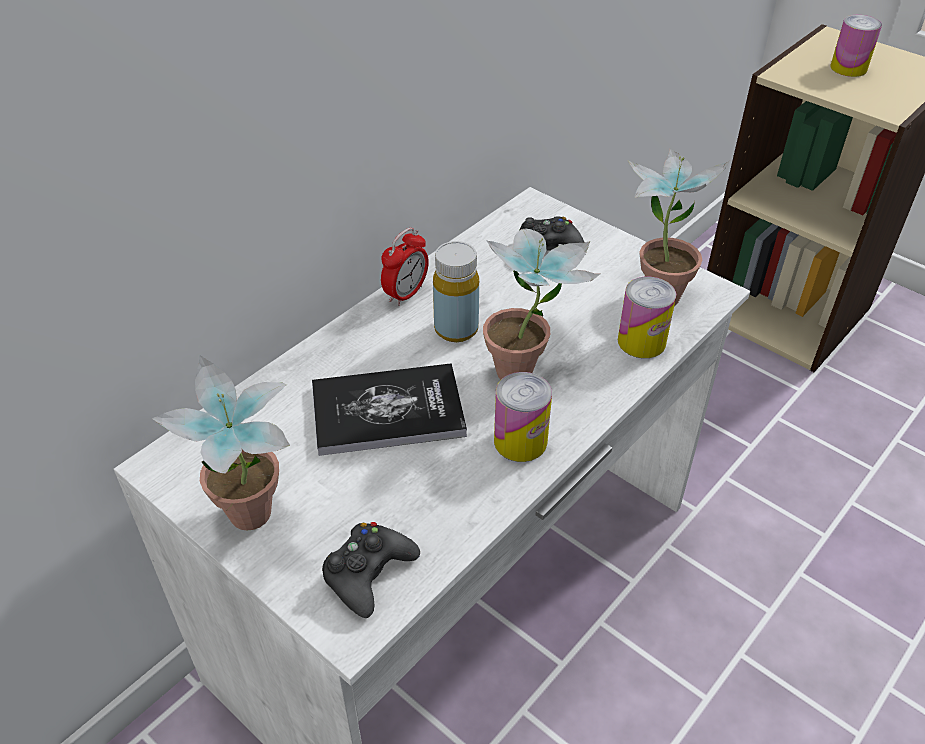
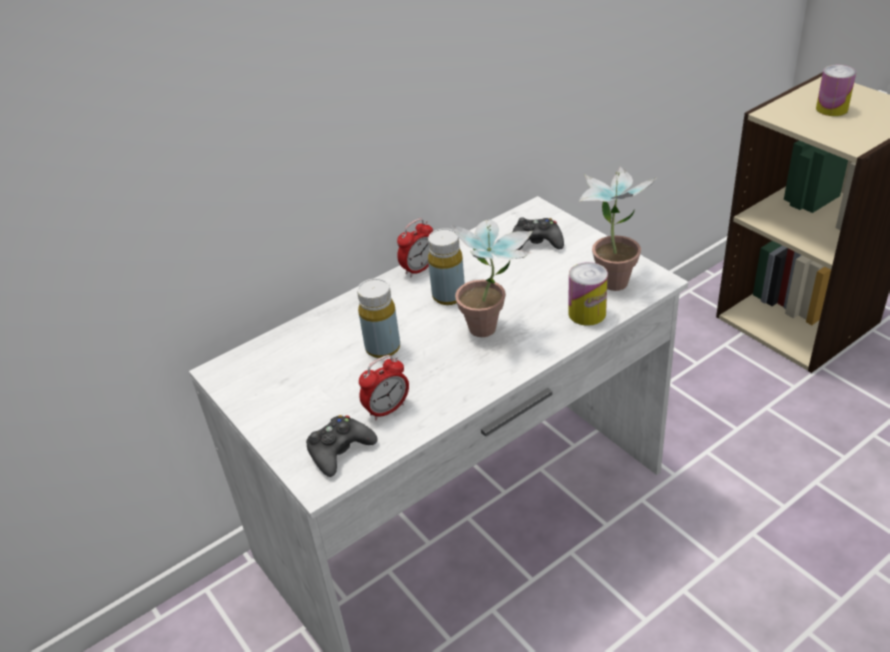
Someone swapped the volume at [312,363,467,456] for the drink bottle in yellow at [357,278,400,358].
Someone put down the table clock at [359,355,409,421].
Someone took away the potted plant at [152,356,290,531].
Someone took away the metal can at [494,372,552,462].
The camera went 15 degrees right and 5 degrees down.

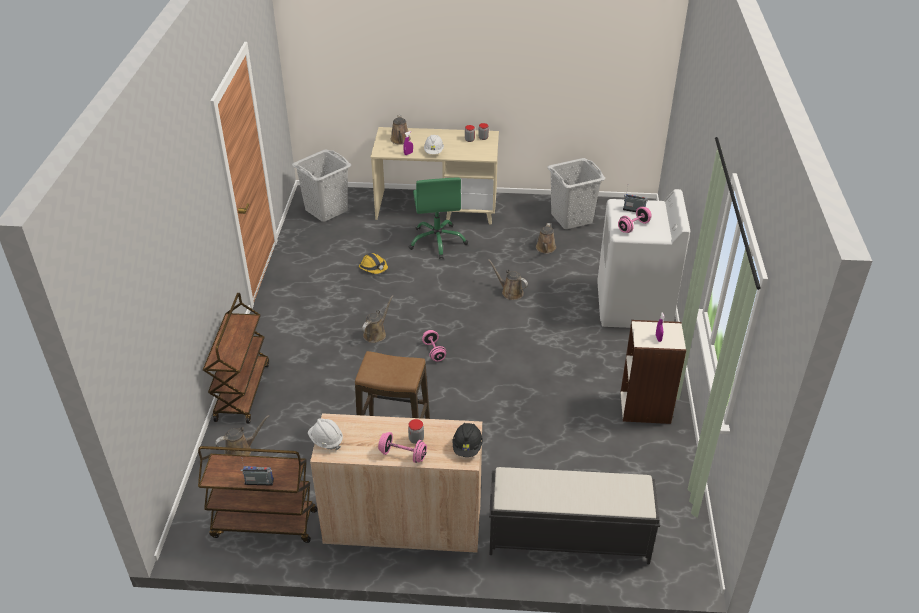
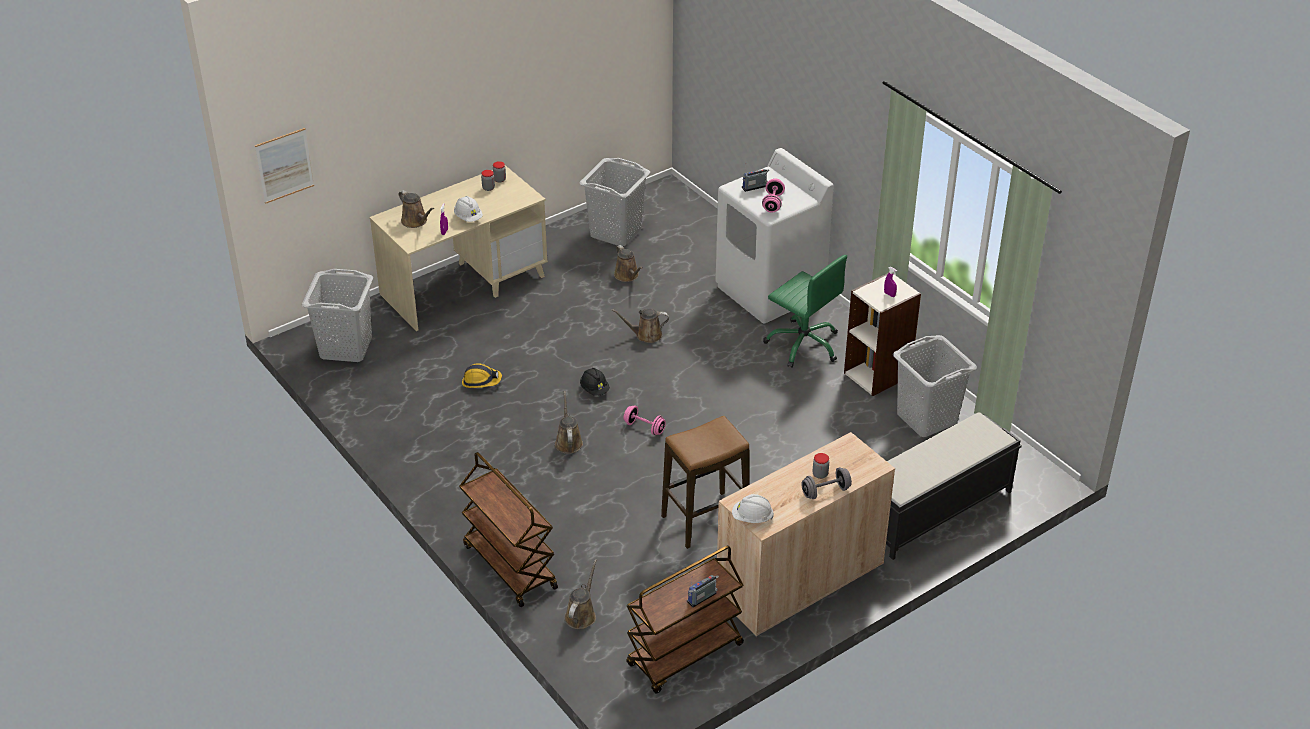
Someone put up the wall art at [255,128,314,204].
Someone carried the work helmet in blackish from [453,423,483,457] to [580,368,610,396].
Someone carried the office chair in greenish from [409,178,468,259] to [763,255,847,368].
Someone repainted the hand weight in pink at [378,432,427,463], which became the hand weight in grey at [801,467,852,499].
Someone put down the washing basket in grey at [893,335,977,437].
The camera went 40 degrees left and 0 degrees up.

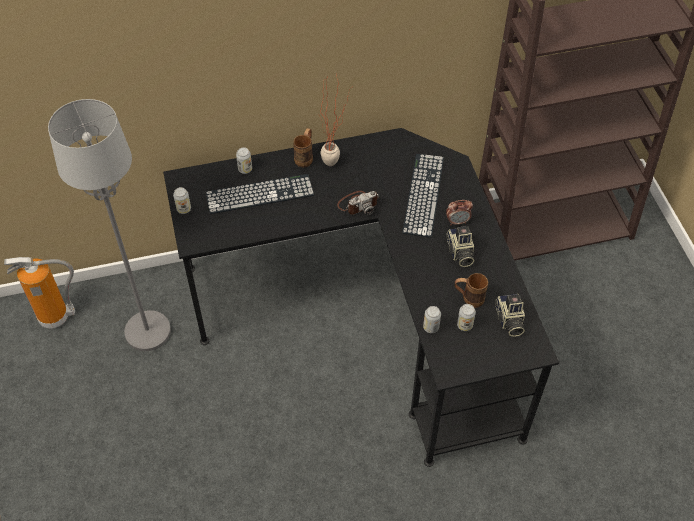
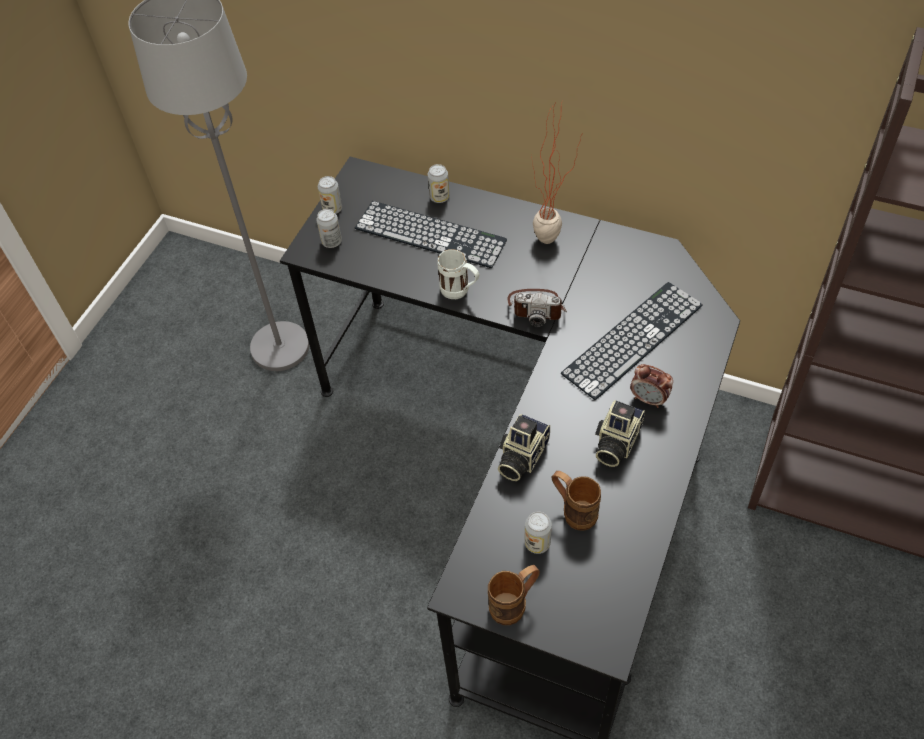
Someone carried the metal can from [423,306,441,333] to [316,209,342,248].
Someone put down the mug in whitish at [437,249,479,299].
Someone carried the mug in brown from [293,128,313,168] to [488,565,540,625].
Someone carried the photo camera from [495,294,525,337] to [498,414,550,481].
Someone took away the extinguisher at [4,257,75,329].
The camera went 40 degrees right and 0 degrees up.

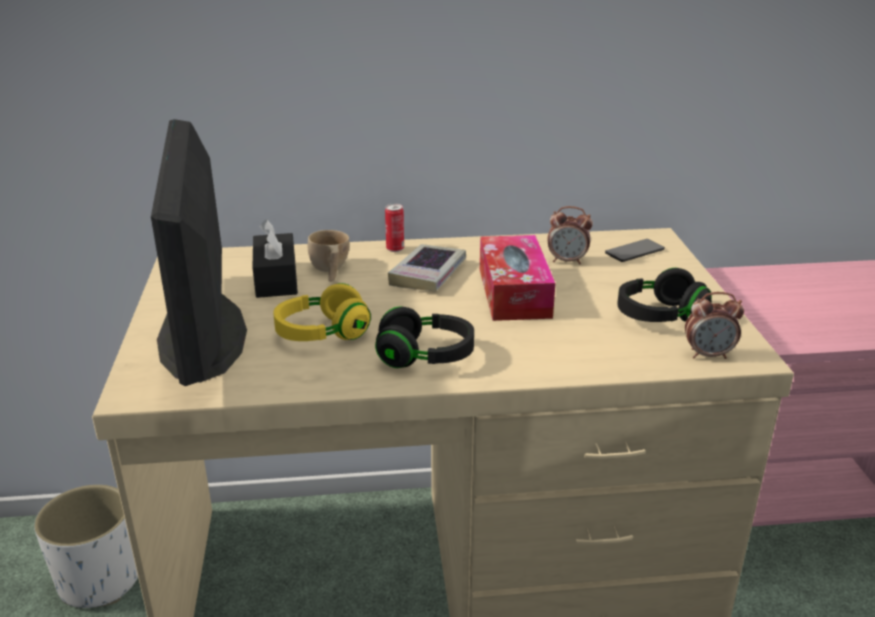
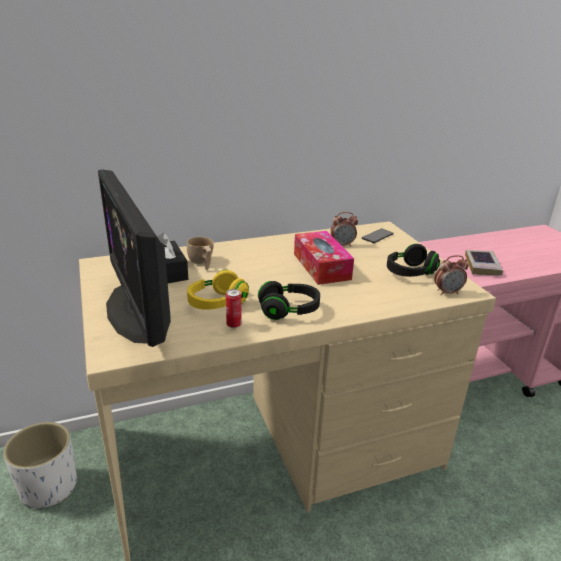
Someone carried the metal can from [385,203,404,252] to [226,289,241,328].
Someone carried the volume from [388,244,466,291] to [465,250,503,275].
The camera went 15 degrees left and 0 degrees up.

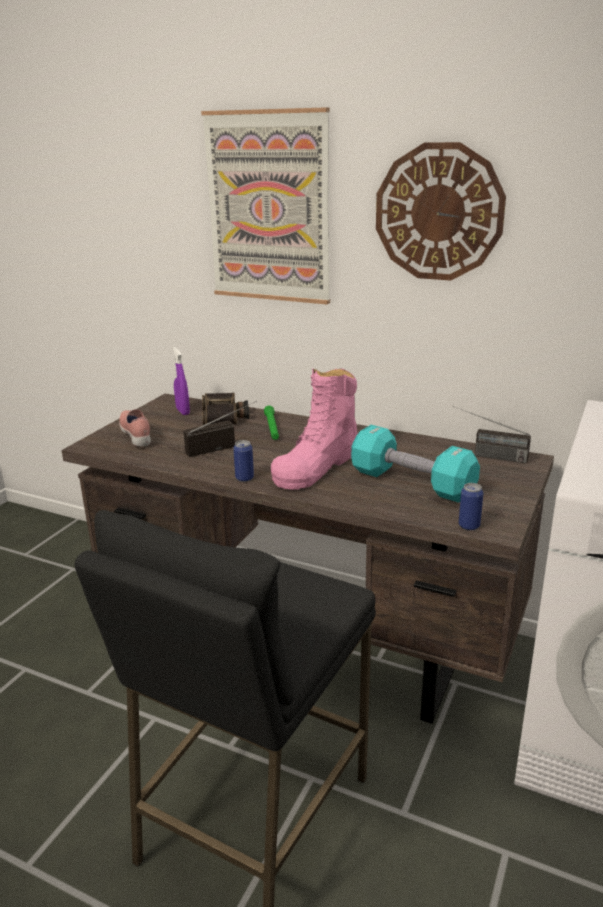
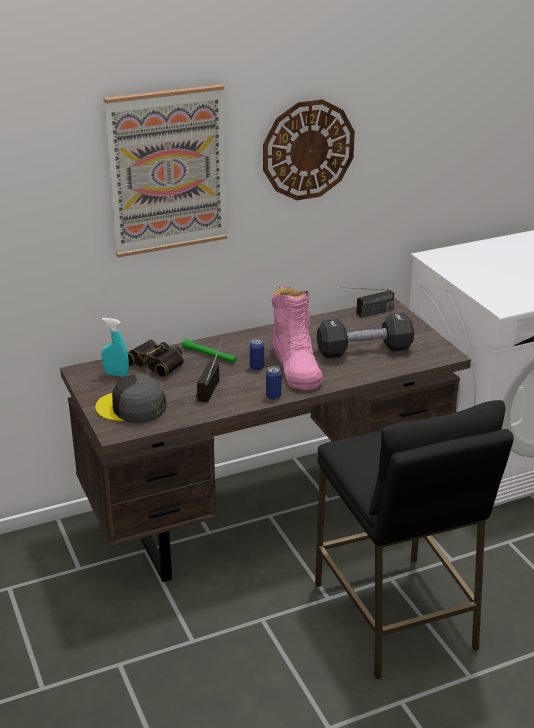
Someone swapped the shoe in pink at [119,409,151,447] for the peaked cap in grey at [95,375,166,423].
Someone repainted the spray bottle in purple-coloured at [173,347,190,415], which became the spray bottle in turquoise at [101,318,129,377].
Someone carried the metal can from [459,483,483,531] to [250,338,264,371].
Someone repainted the hand weight in turquoise at [351,425,480,503], which became the hand weight in blackish at [317,313,414,358].
The camera went 50 degrees left and 5 degrees up.

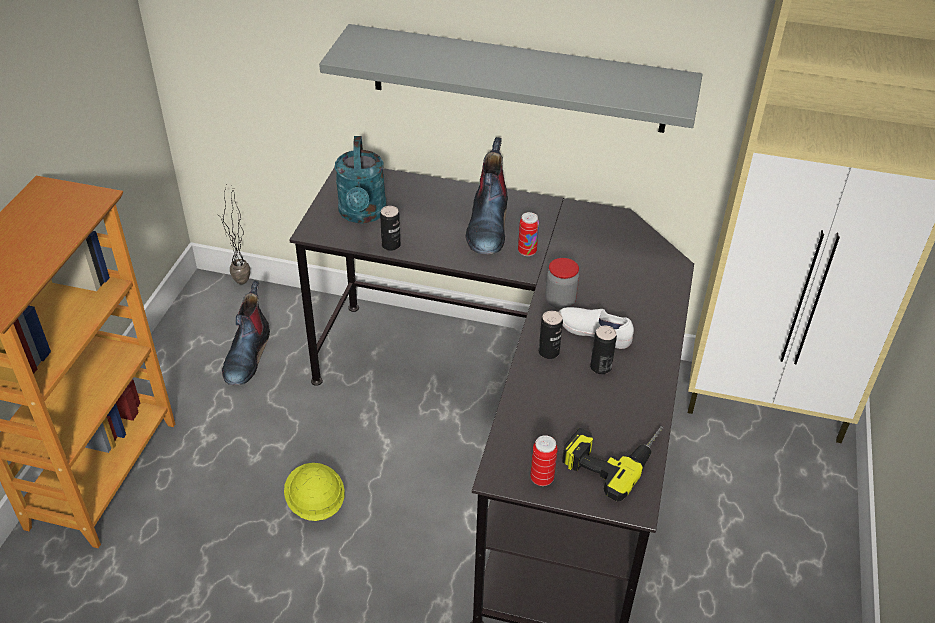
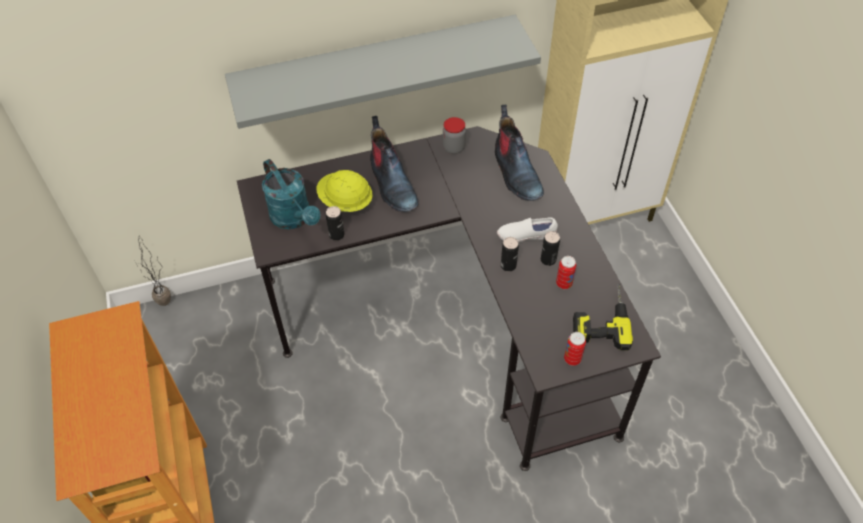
Someone carried the work helmet in yellow from [284,463,345,521] to [316,170,373,212].
Someone carried the jar from [545,258,579,309] to [443,117,466,154].
Someone carried the boot from [222,280,270,386] to [495,104,544,201].
Someone carried the metal can from [518,212,539,256] to [556,256,576,289].
The camera went 30 degrees left and 10 degrees up.

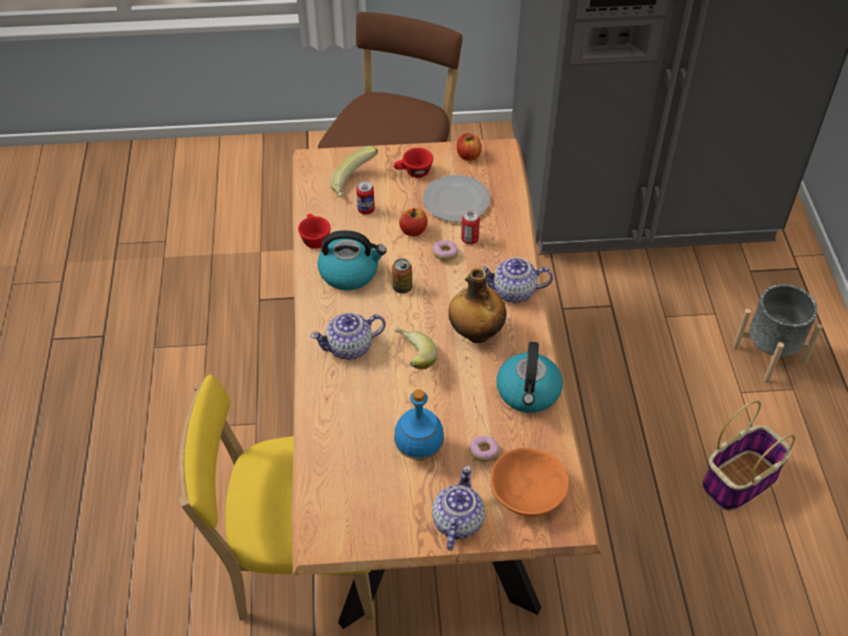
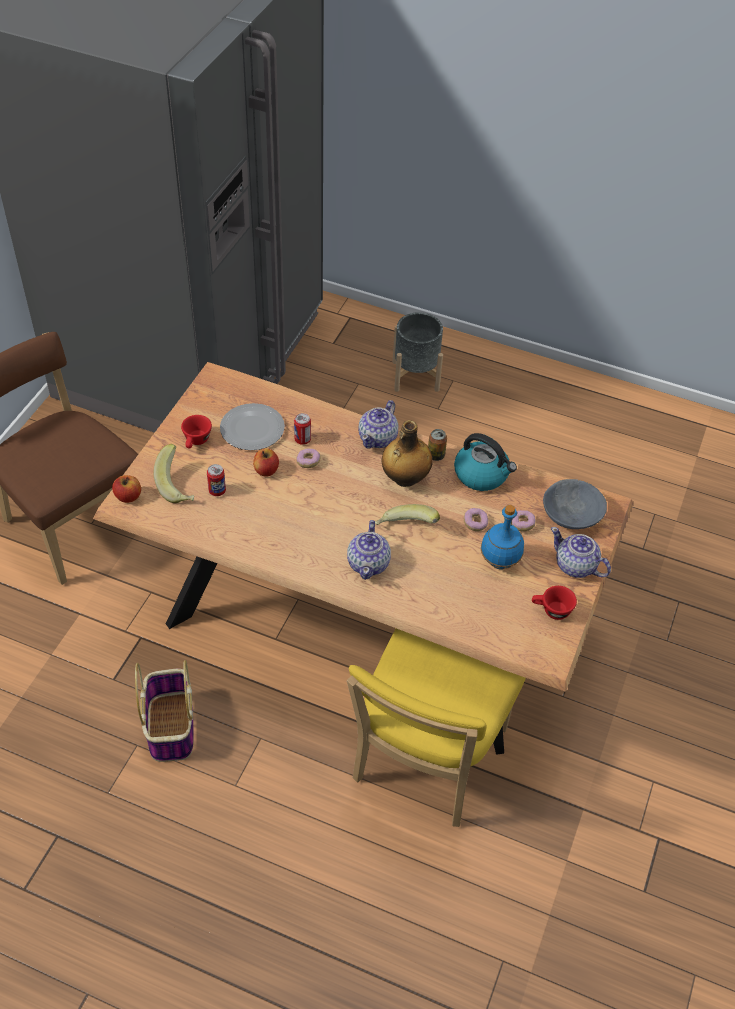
Someone carried the whole apple from [457,133,482,161] to [112,475,141,503].
Someone carried the storage basket from [702,400,795,511] to [135,660,194,762].
Someone carried the metal can from [392,258,412,294] to [428,429,447,461].
Someone put down the donut at [464,508,488,531].
Someone carried the small cup in red from [298,214,331,249] to [532,586,577,620].
Someone repainted the deep dish in orange at [491,447,569,517], which became the deep dish in grey at [543,479,607,529].
Someone took away the kettle at [318,230,387,290].
The camera went 65 degrees left and 0 degrees up.

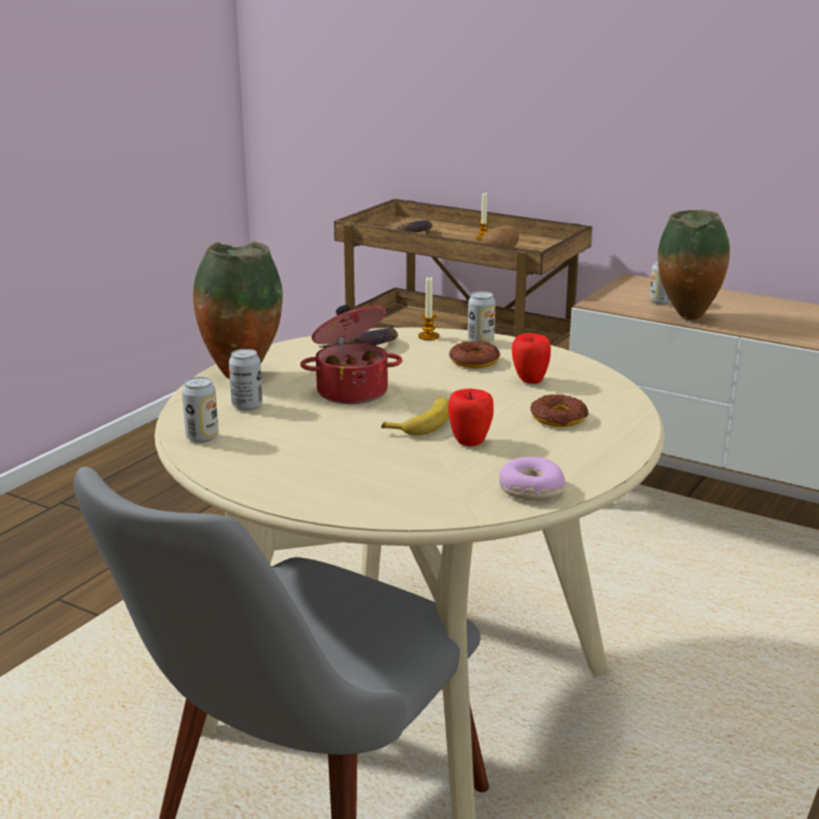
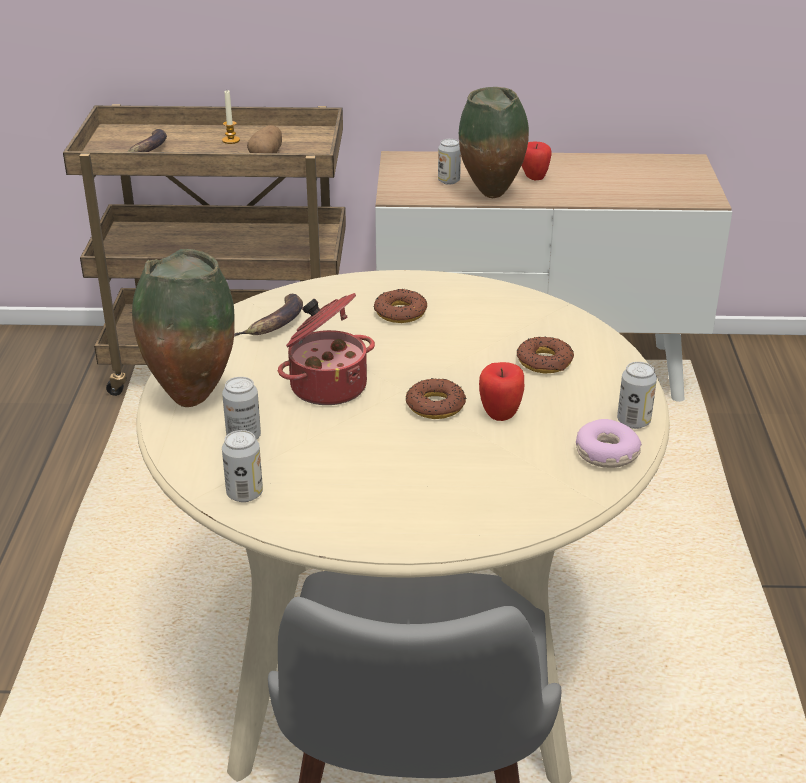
Someone swapped the banana at [381,397,449,435] for the donut at [406,378,467,419].
Someone carried the whole apple from [512,333,551,384] to [521,142,551,181].
Someone carried the metal can from [468,291,495,344] to [617,362,657,429].
Someone took away the wax light at [418,277,439,340].
The camera went 30 degrees left and 10 degrees up.

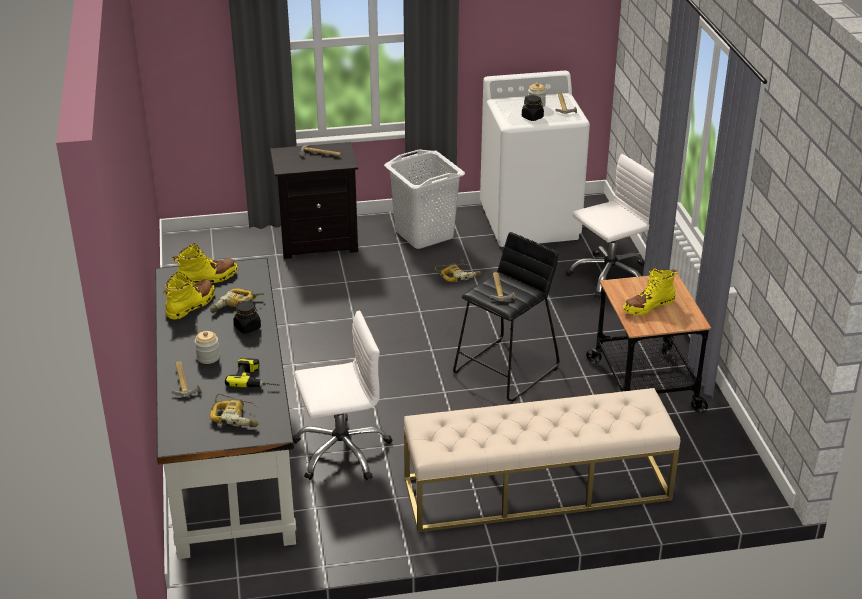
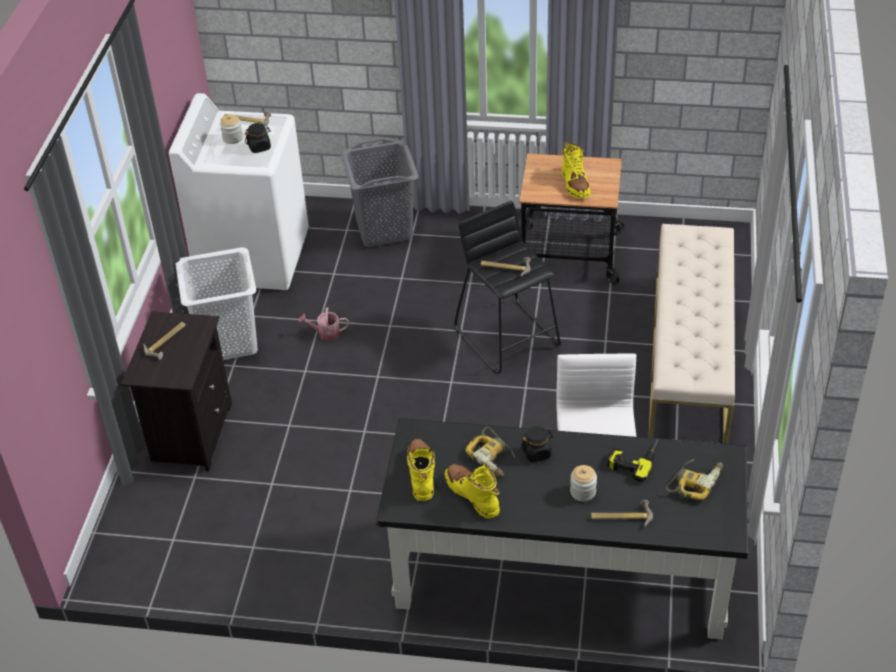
Someone swapped the power drill at [434,263,481,282] for the sprinkling can at [298,307,349,341].
Someone swapped the office chair in whitish at [566,154,654,299] for the washing basket in grey at [340,138,418,247].
The camera went 70 degrees left and 10 degrees up.

